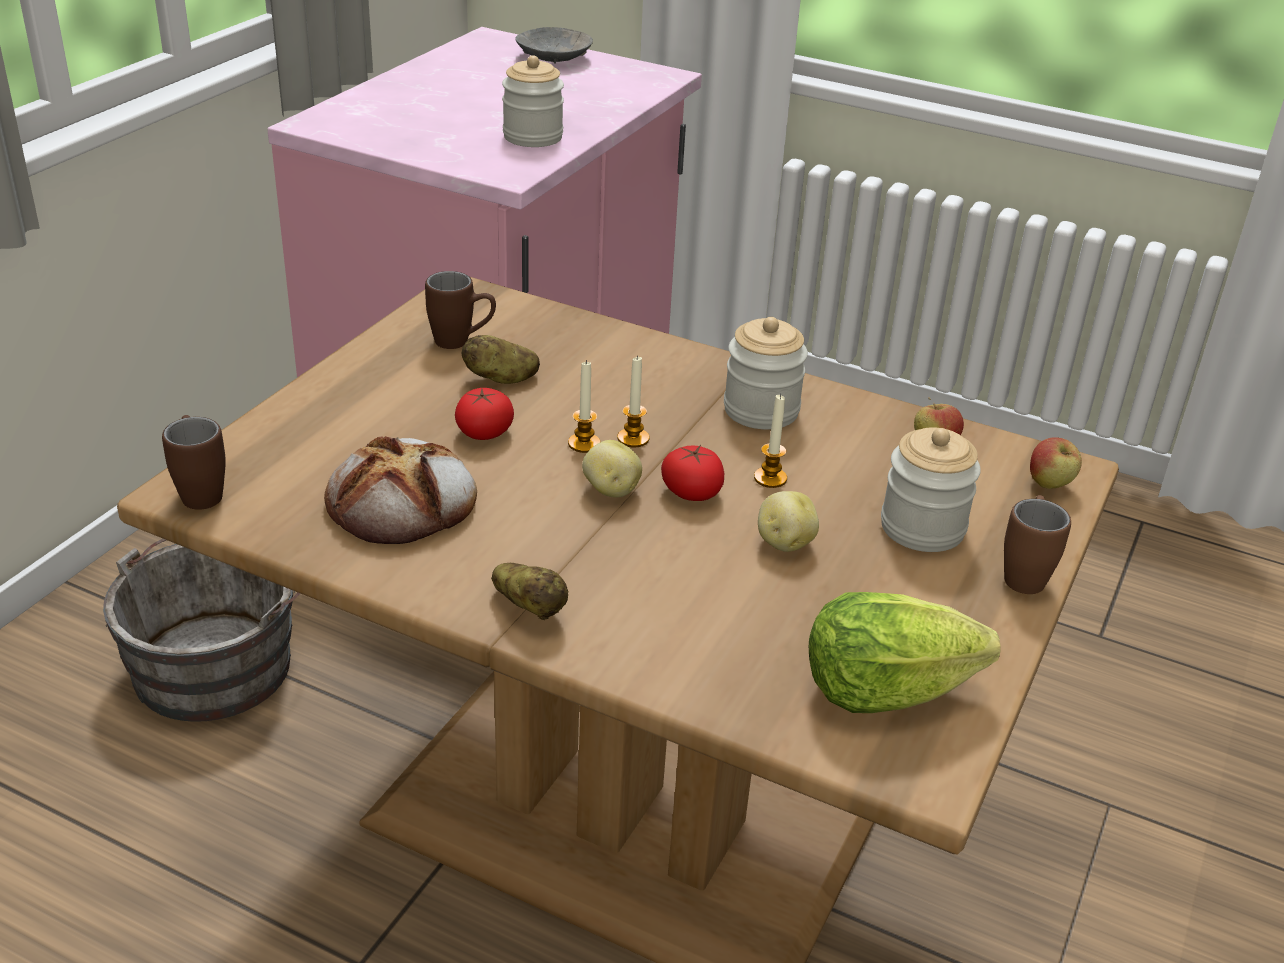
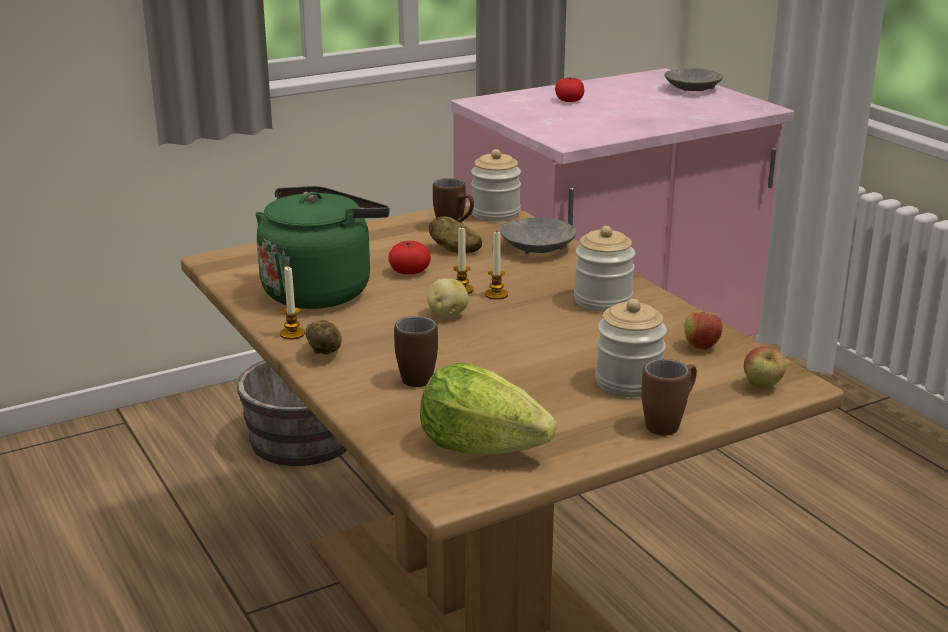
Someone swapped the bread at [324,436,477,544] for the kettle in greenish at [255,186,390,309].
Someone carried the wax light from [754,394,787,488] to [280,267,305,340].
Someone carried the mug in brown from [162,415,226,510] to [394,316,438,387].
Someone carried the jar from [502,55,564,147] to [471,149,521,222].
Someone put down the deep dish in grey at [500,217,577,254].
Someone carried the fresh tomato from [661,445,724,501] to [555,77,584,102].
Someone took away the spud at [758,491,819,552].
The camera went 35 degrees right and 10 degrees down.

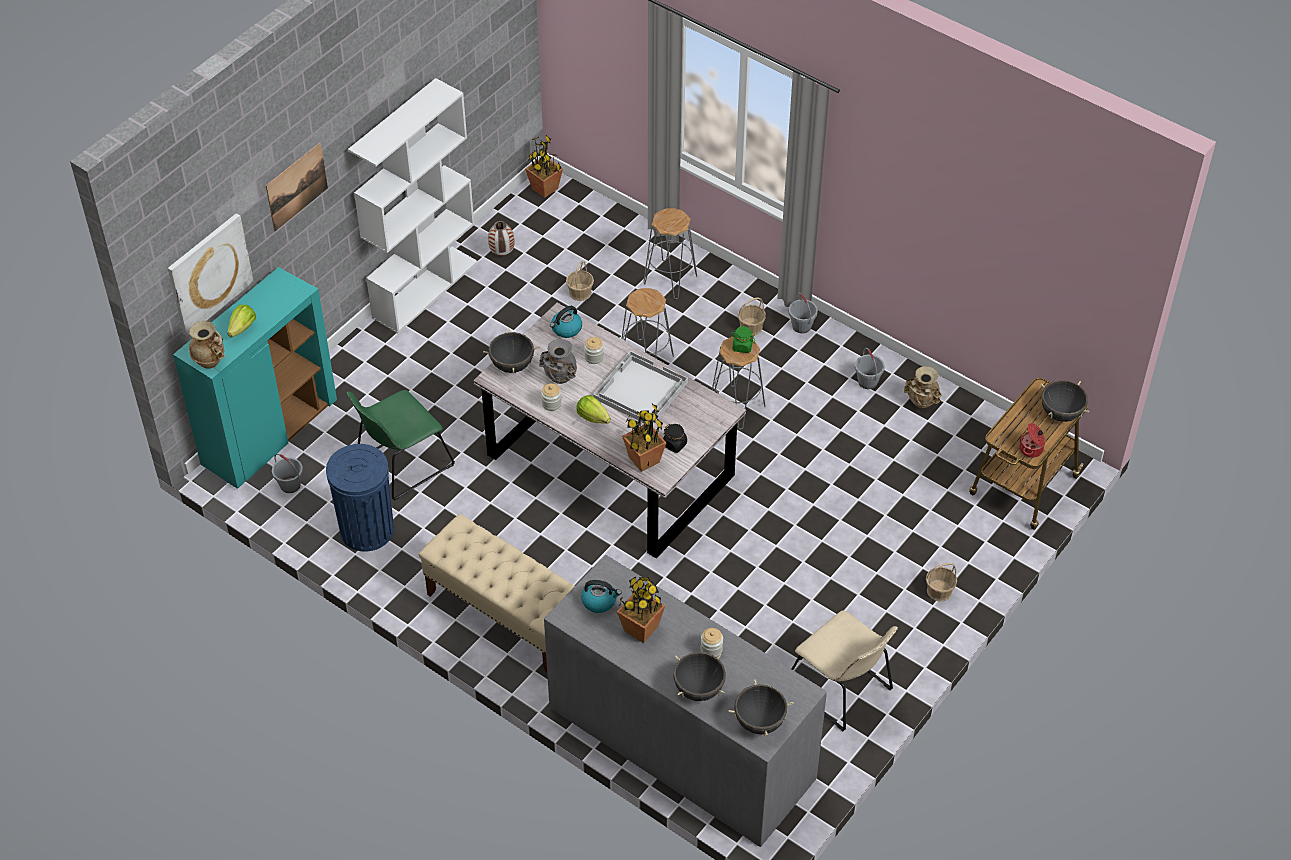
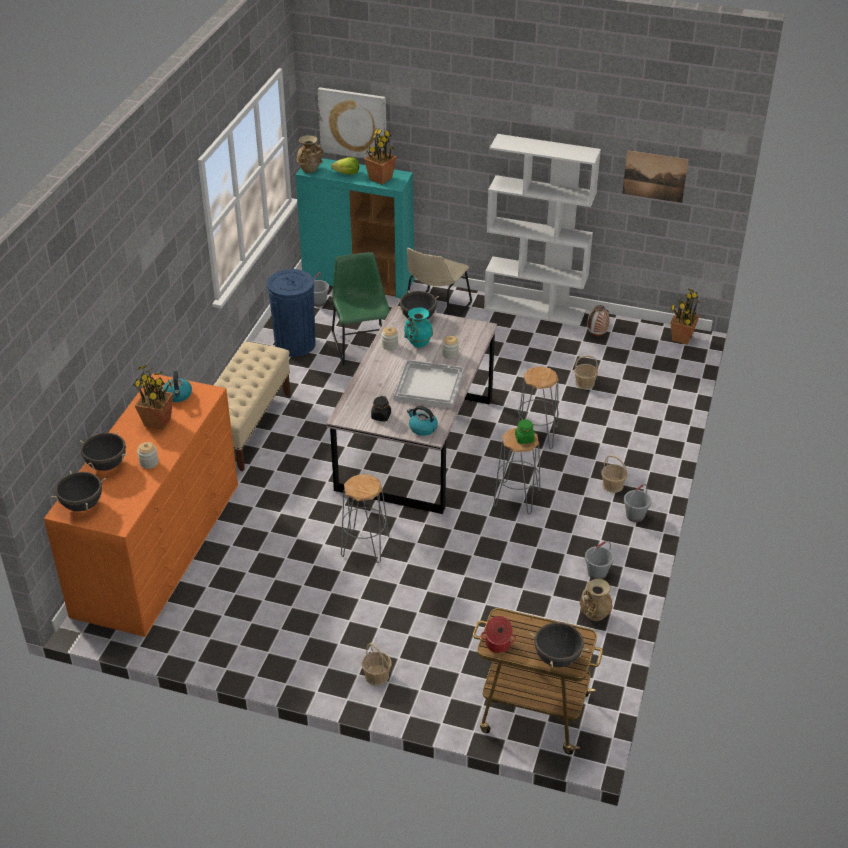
Someone repainted the chest of drawers in grey at [544,555,827,847], which became the chest of drawers in orange at [44,373,238,637].
Someone rotated the upright chair in greenish at [347,390,455,501] by 45 degrees clockwise.
Someone carried the sitting stool in grey from [643,208,697,299] to [341,474,389,563].
Someone carried the potted plant from [622,404,666,472] to [364,128,397,184].
Someone repainted the vase in grey at [539,339,577,384], which became the vase in turquoise at [404,307,433,348].
Someone carried the upright chair in beige from [792,610,898,731] to [407,248,472,317].
Someone carried the kettle from [550,306,582,338] to [407,406,438,436].
Someone carried the wall art from [266,143,328,231] to [622,150,688,203].
Someone took away the lettuce at [577,395,611,424].
The camera went 70 degrees right and 10 degrees down.

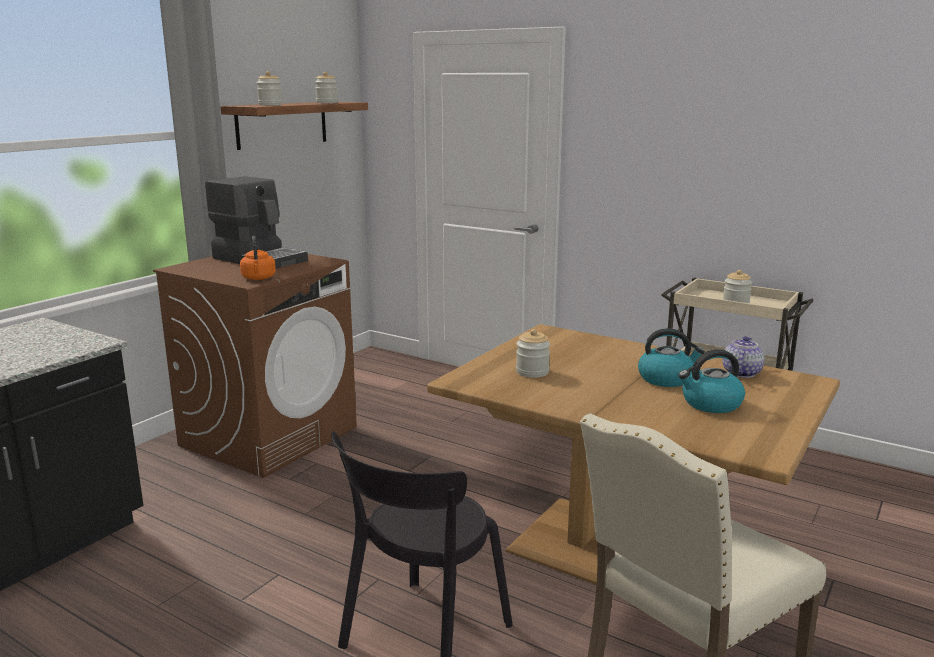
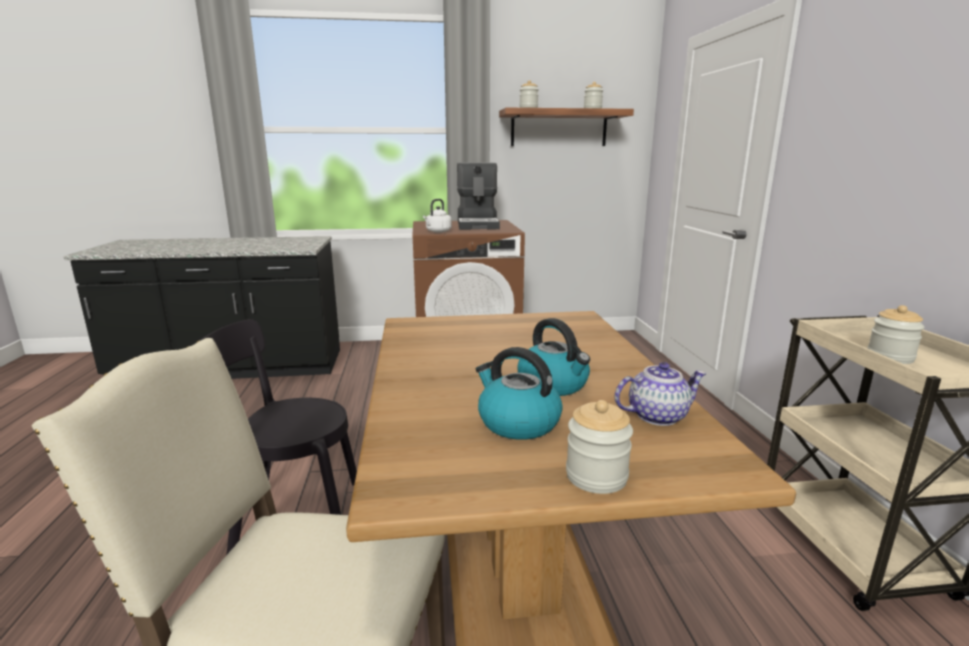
Someone repainted the kettle in orange at [240,236,276,280], which became the kettle in whitish at [423,199,452,233].
Someone carried the jar from [516,329,550,378] to [566,400,633,494].
The camera went 50 degrees right and 0 degrees up.

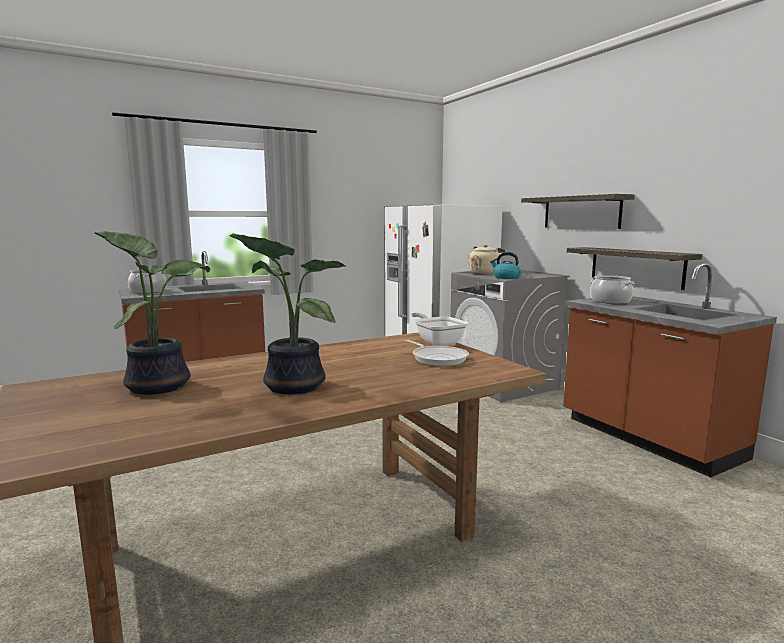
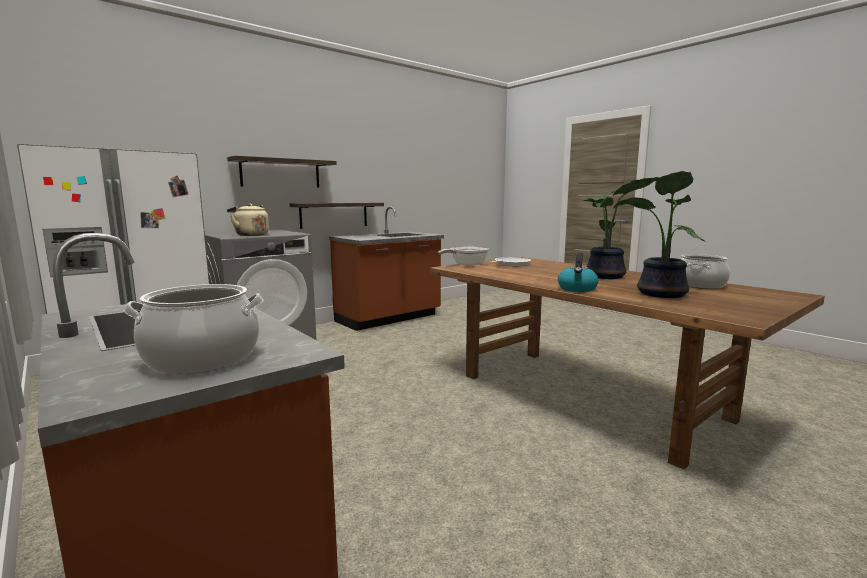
Someone carried the kettle from [490,252,521,279] to [558,252,599,292].
Someone carried the cooking pot from [590,275,635,304] to [681,254,730,289].
The camera went 100 degrees left and 0 degrees up.

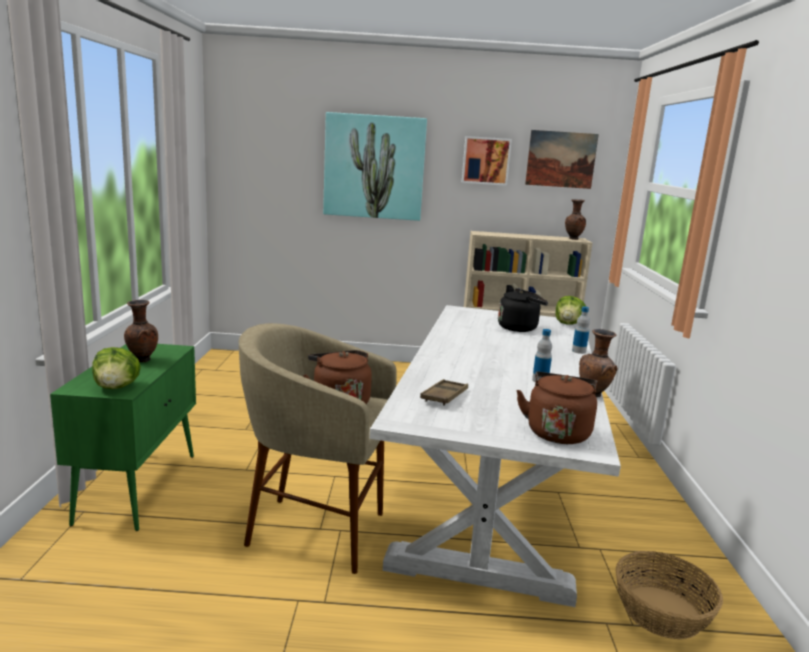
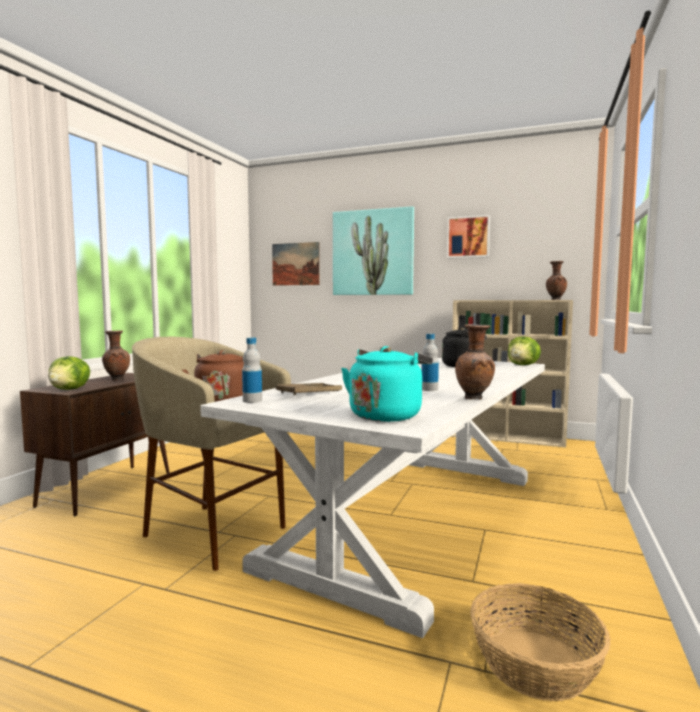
Someone repainted the cabinet in greenish at [50,344,196,531], which became the cabinet in brown at [20,373,169,516].
Someone carried the drink bottle from [572,306,590,354] to [242,338,262,403].
Someone carried the wall art from [525,130,599,189] to [272,242,320,286].
Someone repainted the kettle in brown at [516,372,597,444], which became the kettle in turquoise at [341,346,433,422].
The camera went 20 degrees right and 10 degrees down.

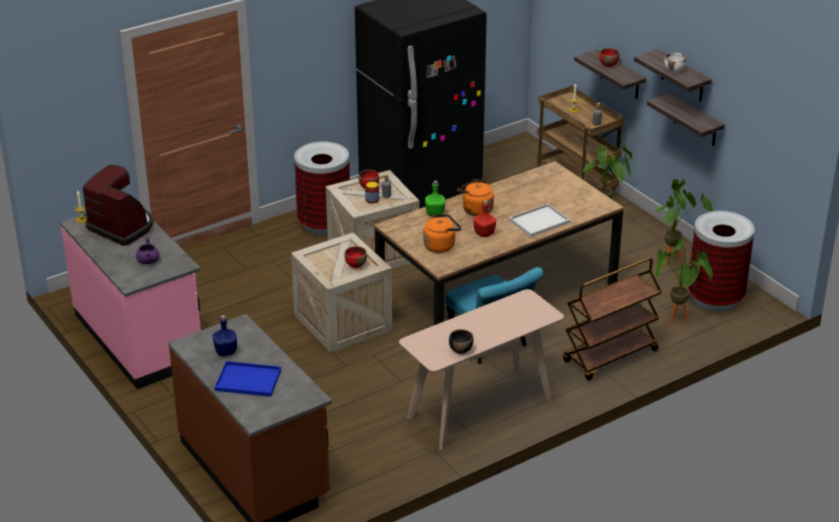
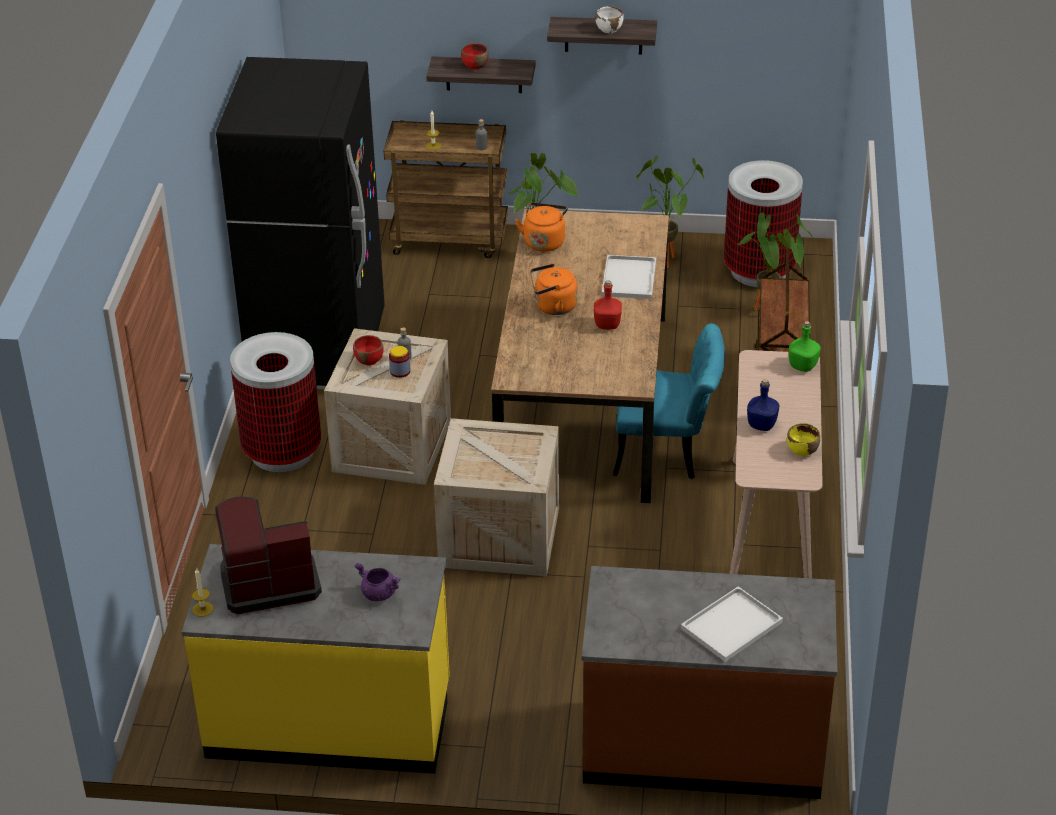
Someone repainted the kitchen base unit in pink at [60,214,201,389], which became the kitchen base unit in yellow at [182,544,450,774].
Someone carried the kettle in orange from [423,214,461,253] to [515,203,568,252].
Someone repainted the carrying tray in blue at [214,361,281,397], which became the carrying tray in whitish at [681,586,783,662].
Someone carried the drink bottle in blue from [213,315,237,356] to [747,379,779,431].
Someone repainted the deep dish in blackish at [449,329,474,354], which became the deep dish in yellow at [787,423,820,456].
Someone carried the drink bottle in greenish from [425,181,445,216] to [789,321,821,372].
Someone took away the deep dish in red at [345,246,367,268].
Someone took away the shelf at [647,93,725,146].
The camera went 50 degrees left and 5 degrees up.

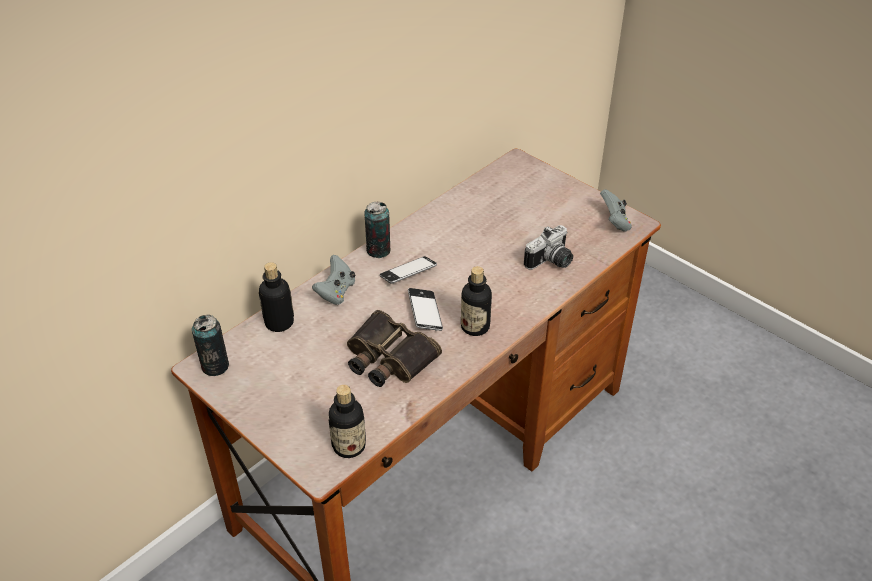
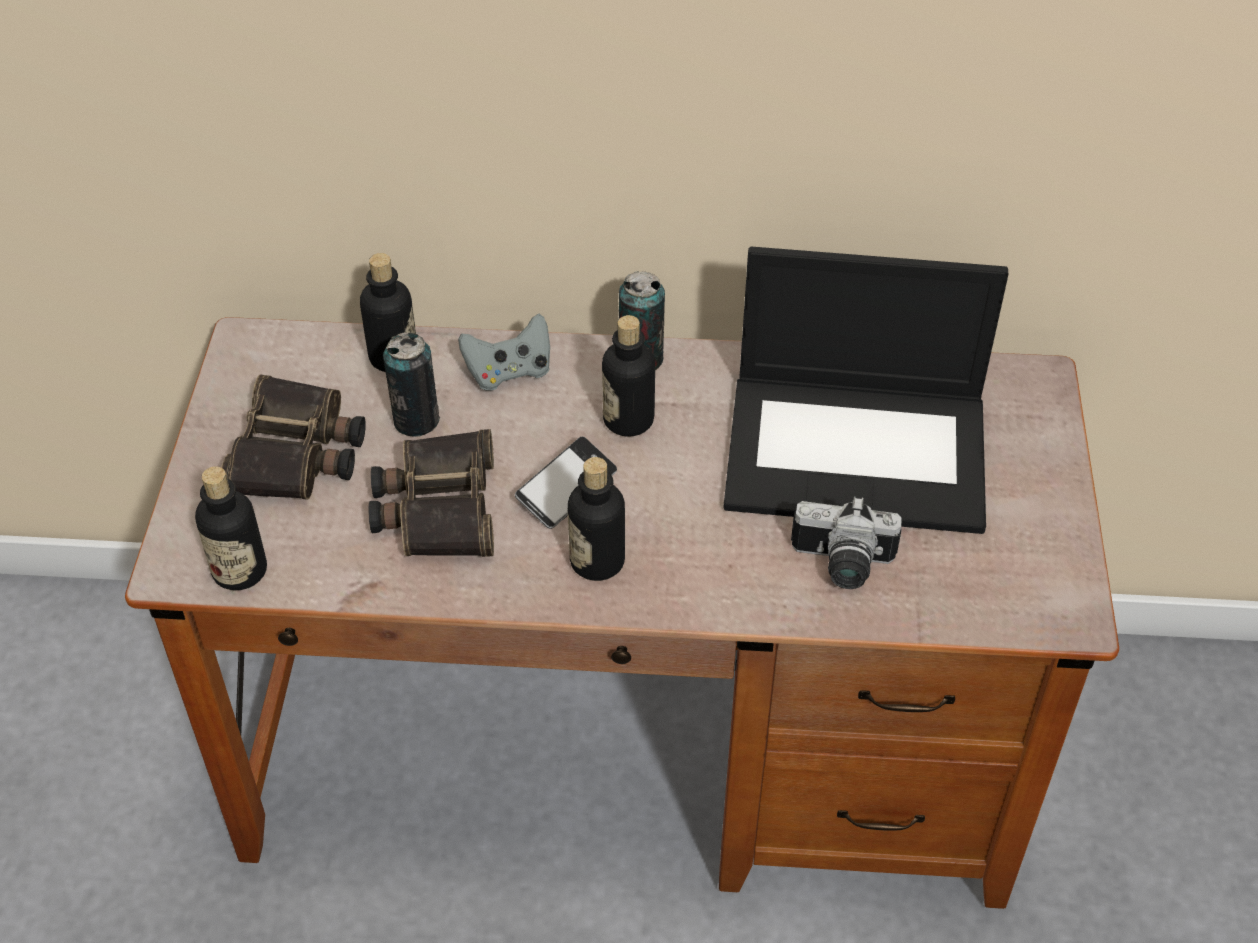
Someone put down the binoculars at [221,375,366,500].
Someone carried the metal can from [192,315,229,376] to [383,332,440,437].
Someone swapped the telephone at [380,256,437,284] for the drink bottle at [602,315,655,437].
Someone put down the portable computer at [724,247,1008,534].
Someone took away the joypad in grey at [600,189,632,232].
The camera went 50 degrees right and 5 degrees up.

